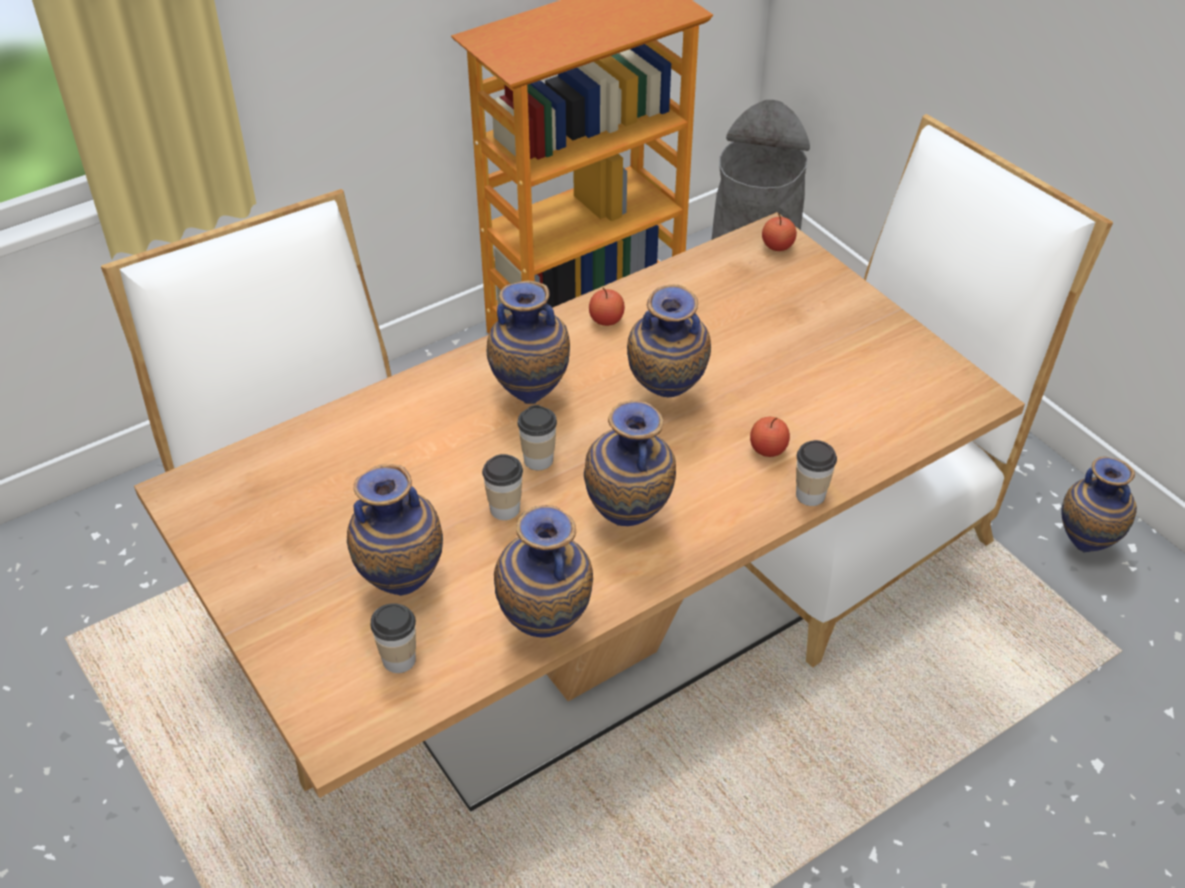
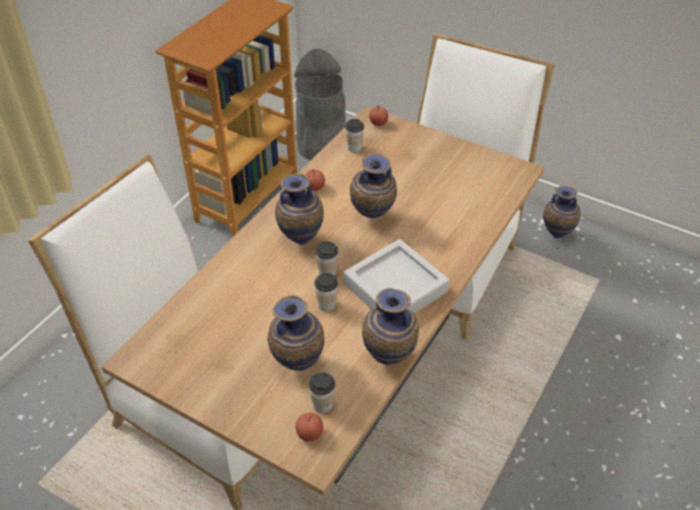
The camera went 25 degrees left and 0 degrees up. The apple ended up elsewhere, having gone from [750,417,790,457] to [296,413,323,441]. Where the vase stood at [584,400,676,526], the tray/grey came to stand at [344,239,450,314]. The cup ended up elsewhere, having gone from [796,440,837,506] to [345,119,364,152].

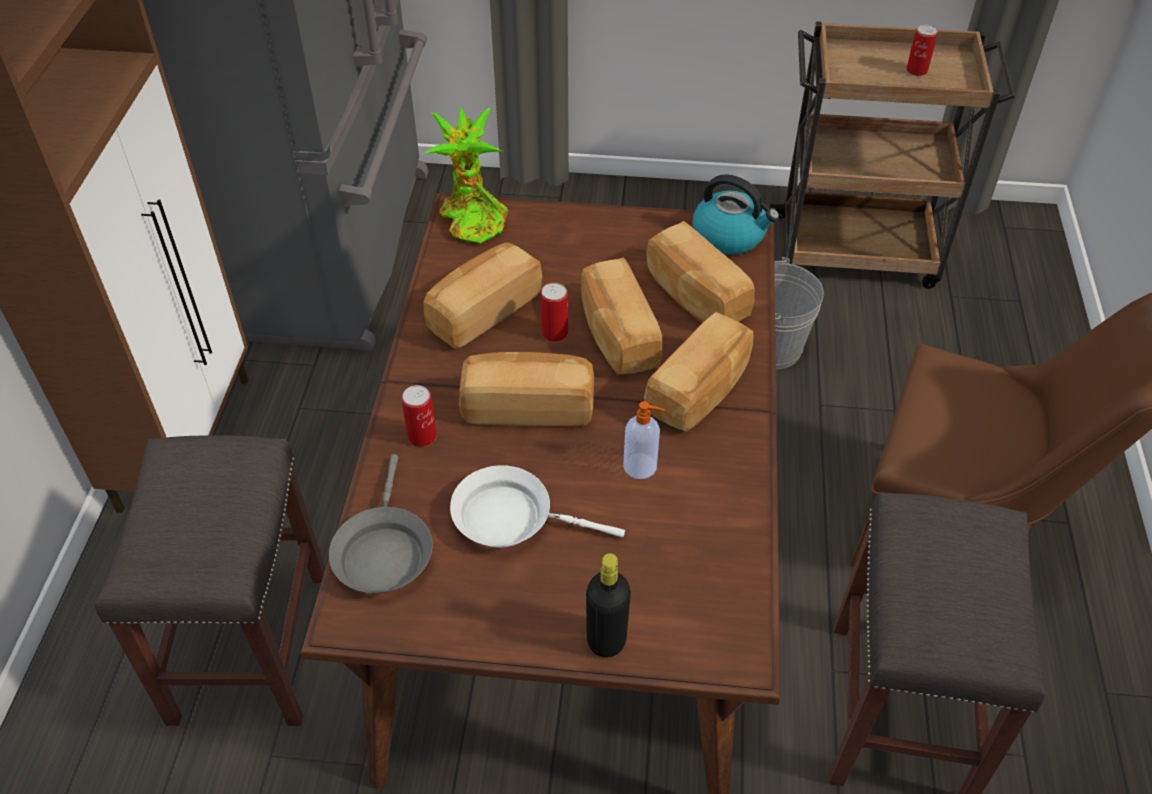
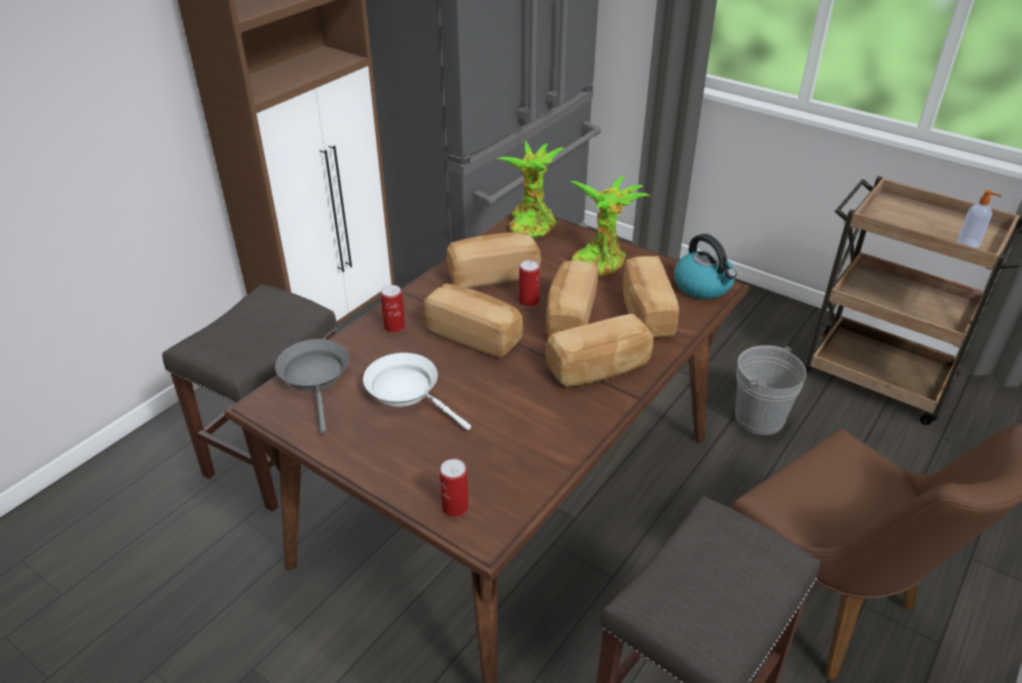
The camera went 30 degrees right and 10 degrees down. The frying pan/grey at [329,454,433,593] ended up facing another way, 135 degrees clockwise from before. The can ended up elsewhere, having gone from [907,25,938,76] to [440,459,469,517]. The second view gained the potted plant at [571,176,650,275]. The soap dispenser ended up elsewhere, having gone from [623,401,665,479] to [957,190,1002,248]. The second view lost the bottle/black at [586,553,631,658].

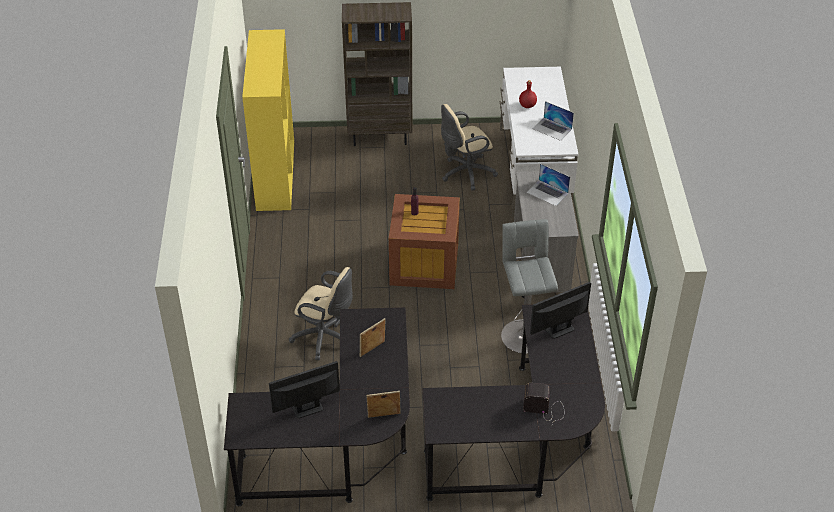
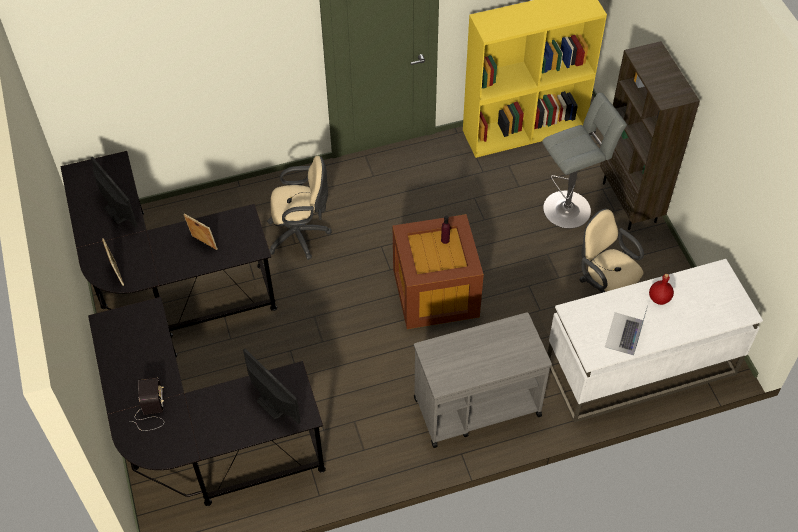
The camera went 75 degrees right and 10 degrees up. The office chair/beige at [289,267,353,360] ended up facing another way, 105 degrees counterclockwise from before. The stool/grey ended up elsewhere, having gone from [501,219,558,354] to [542,93,627,229]. The second view lost the laptop at [526,164,570,206].

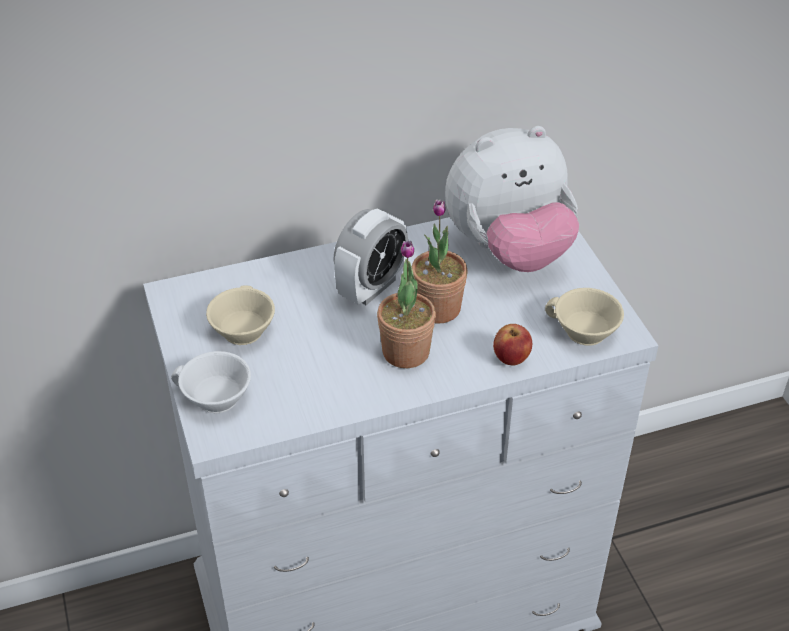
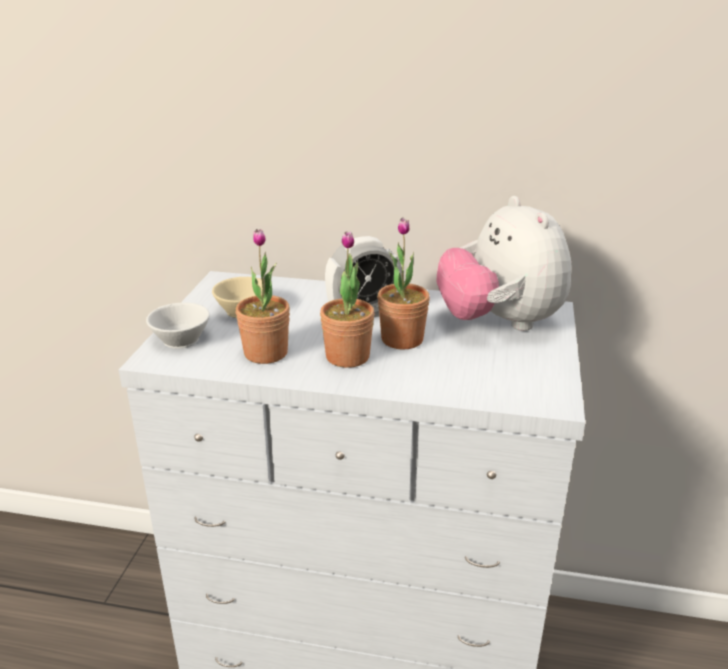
The camera went 30 degrees right and 15 degrees down. The second view gained the potted plant at [236,229,290,364]. The plush toy at [445,126,579,272] ended up facing another way, 60 degrees clockwise from before. The second view lost the apple at [493,324,532,365]. The second view lost the cup/beige at [545,288,624,346].

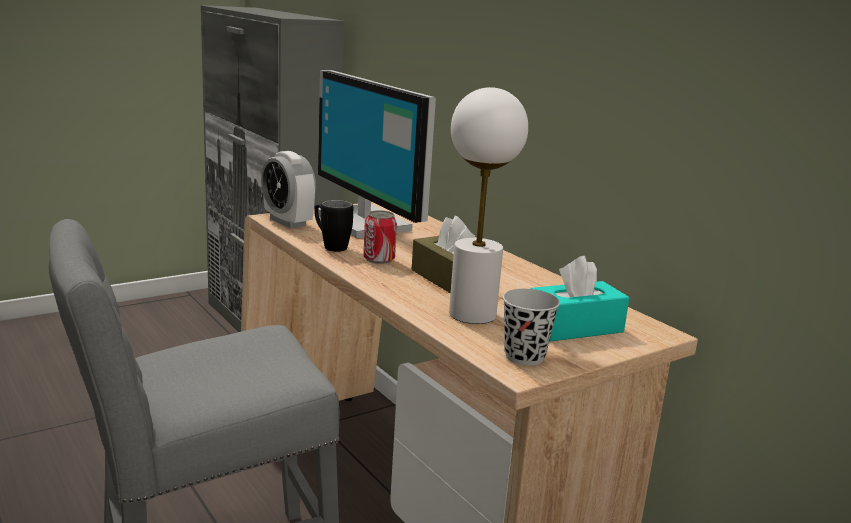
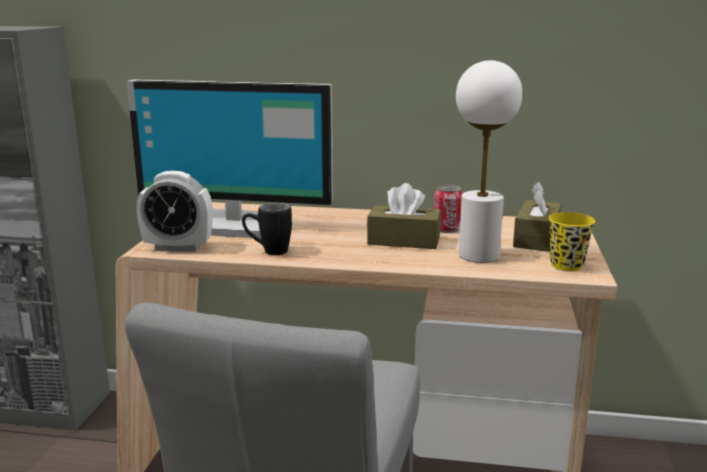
The camera went 45 degrees left and 0 degrees up. The can ended up elsewhere, having gone from [363,210,397,264] to [434,185,462,233]. What was the tissue box/turquoise at [530,256,629,341] turned into the tissue box/brown at [513,182,562,252]. What was the cup/black at [503,289,560,365] turned into the cup/yellow at [549,212,595,271].

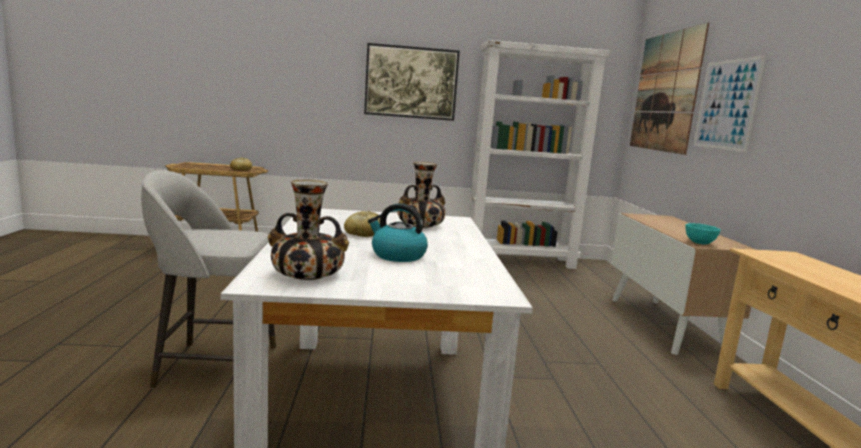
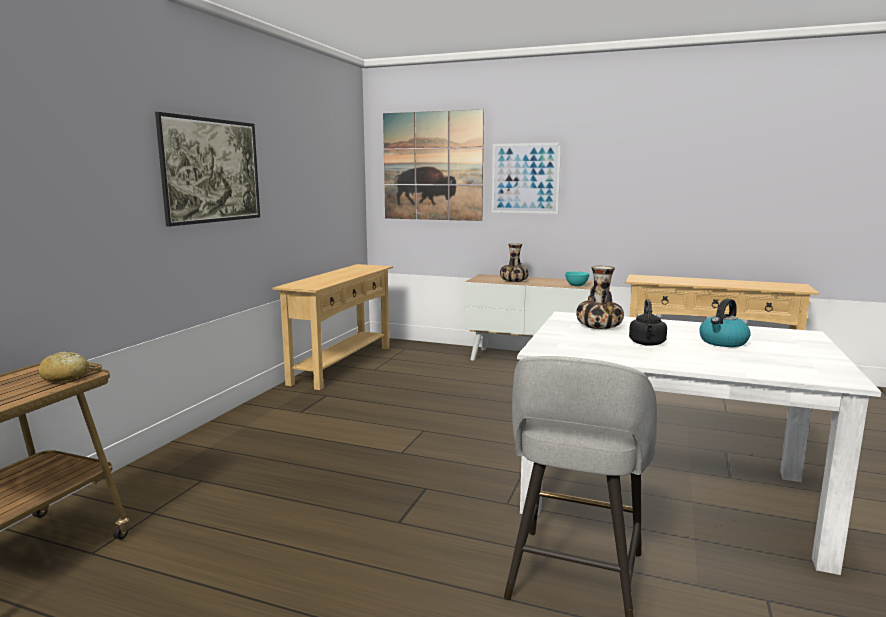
The camera went 65 degrees left and 0 degrees up. Where the bookcase/white stood at [469,40,611,269], the console table/beige came to stand at [272,264,393,390]. The vase ended up elsewhere, having gone from [268,179,349,280] to [500,243,529,282]. Where the bread stood at [344,211,380,237], the kettle/black came to stand at [629,299,667,346].

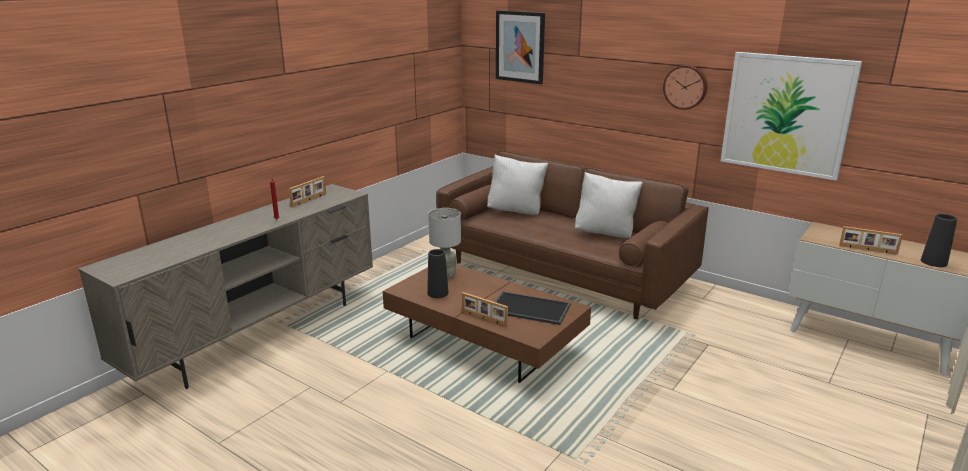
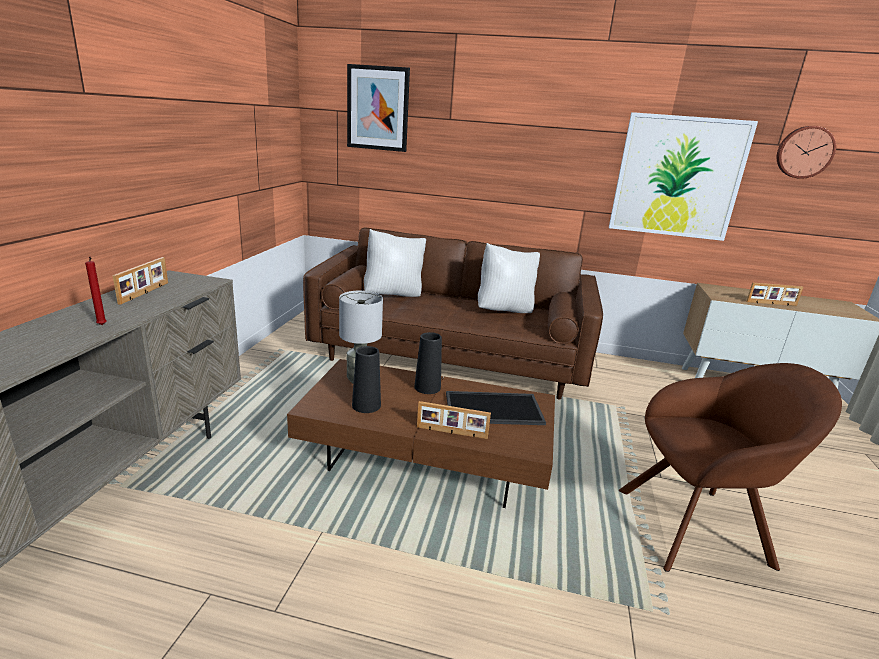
The camera went 25 degrees left and 0 degrees up. The vase/black ended up elsewhere, having gone from [921,214,957,267] to [414,332,442,394]. The second view gained the armchair/brown at [619,363,842,572]. The wall clock ended up elsewhere, having gone from [663,65,707,110] to [777,126,836,179].

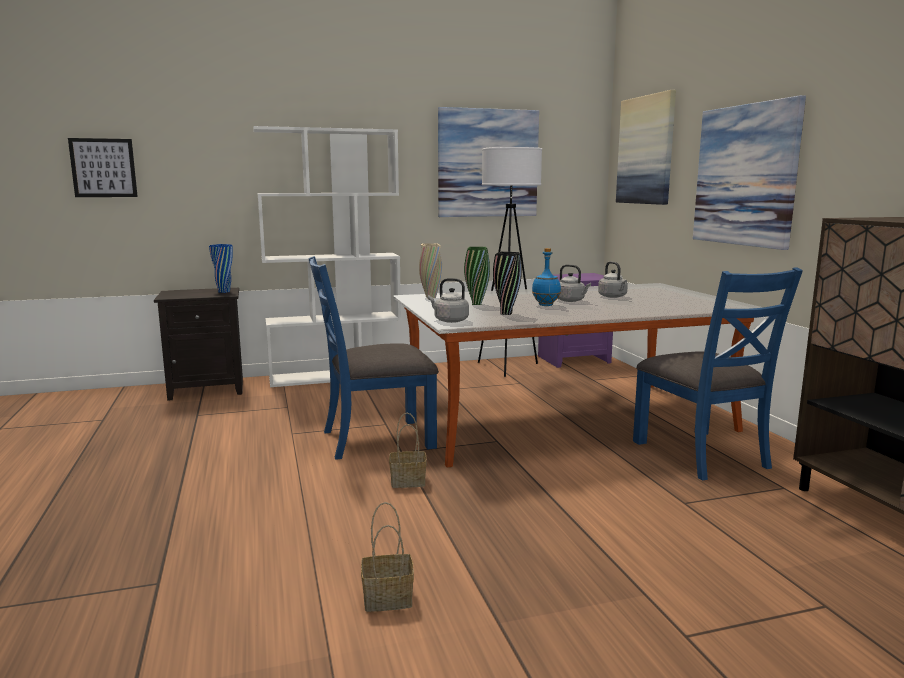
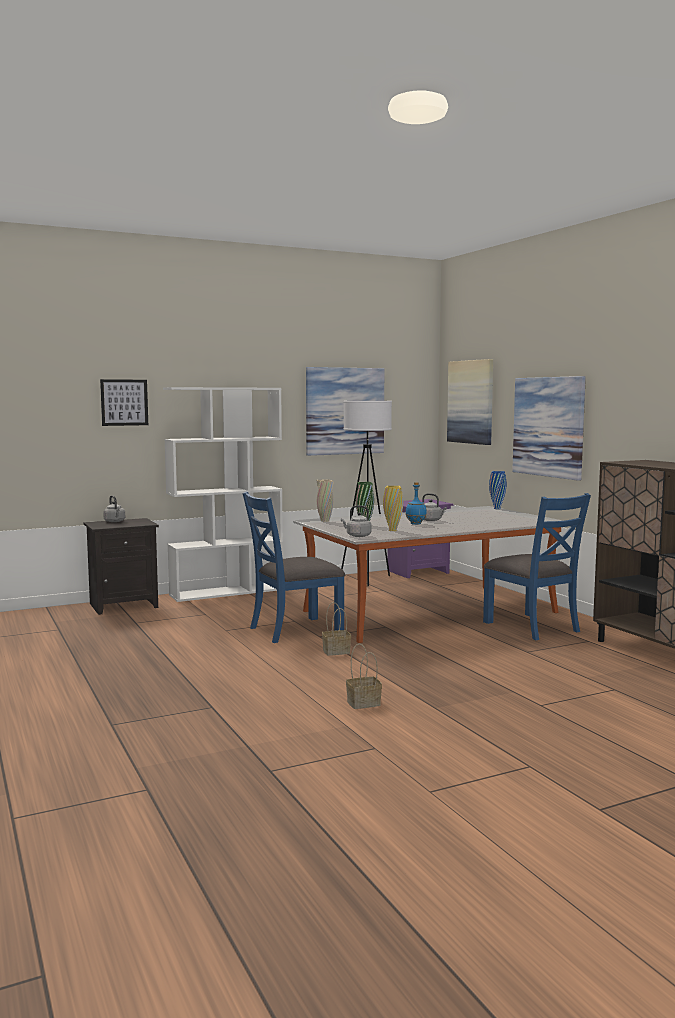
The camera went 10 degrees left and 5 degrees down. The picture ended up elsewhere, having gone from [68,138,138,197] to [100,379,148,426]. The kettle/grey ended up elsewhere, having gone from [598,261,628,298] to [103,495,125,522]. What was the vase/black at [493,252,522,315] turned into the vase/yellow at [383,486,403,531]. The vase/blue ended up elsewhere, having gone from [209,244,233,293] to [489,471,506,509].

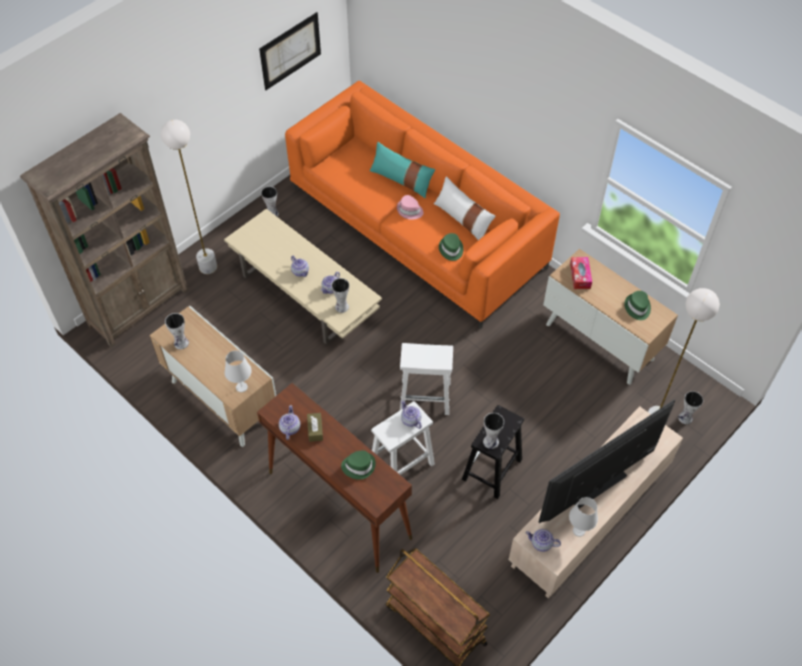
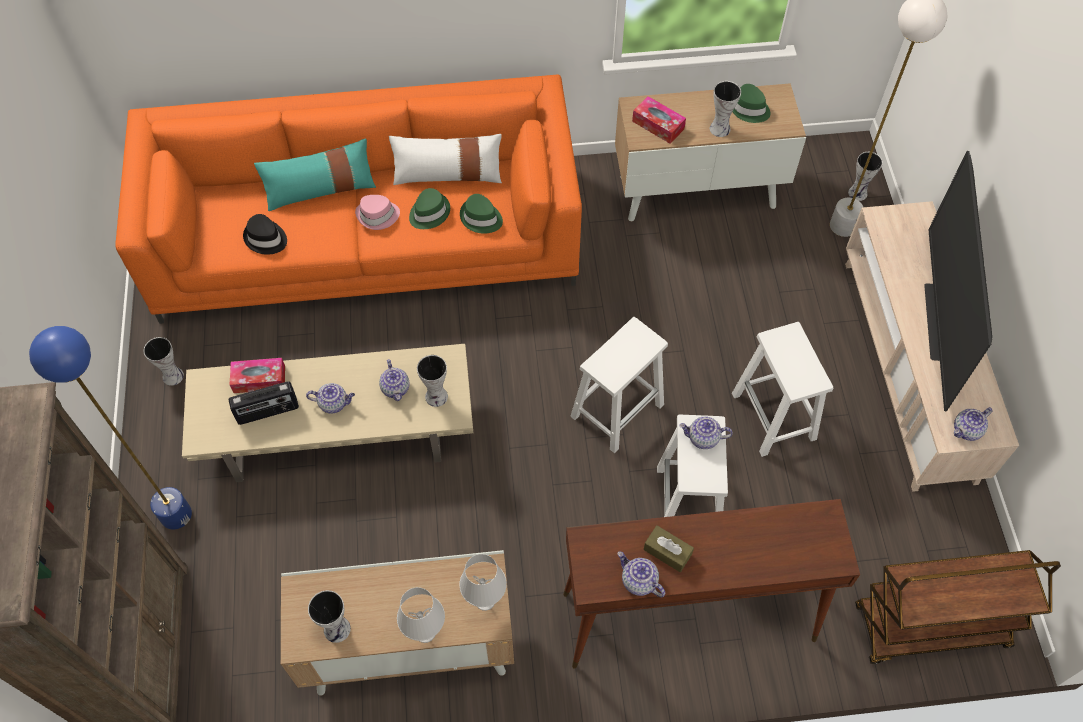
The camera went 50 degrees left and 5 degrees up. What was the floor lamp/white at [161,120,217,274] turned into the floor lamp/blue at [29,326,192,529]. The second view gained the radio at [229,382,299,425]. The second view gained the tissue box at [230,358,285,393]. The second view gained the hat/black at [243,214,287,255]. The table lamp/white ended up elsewhere, having gone from [569,497,598,537] to [397,587,445,643]. The hat/green ended up elsewhere, having gone from [341,450,376,480] to [409,188,450,229]. The vase ended up elsewhere, having gone from [483,413,504,449] to [710,81,741,137]. What was the stool/black at [462,405,524,499] turned into the stool/white at [732,322,833,457]. The second view lost the picture at [259,12,321,90].

